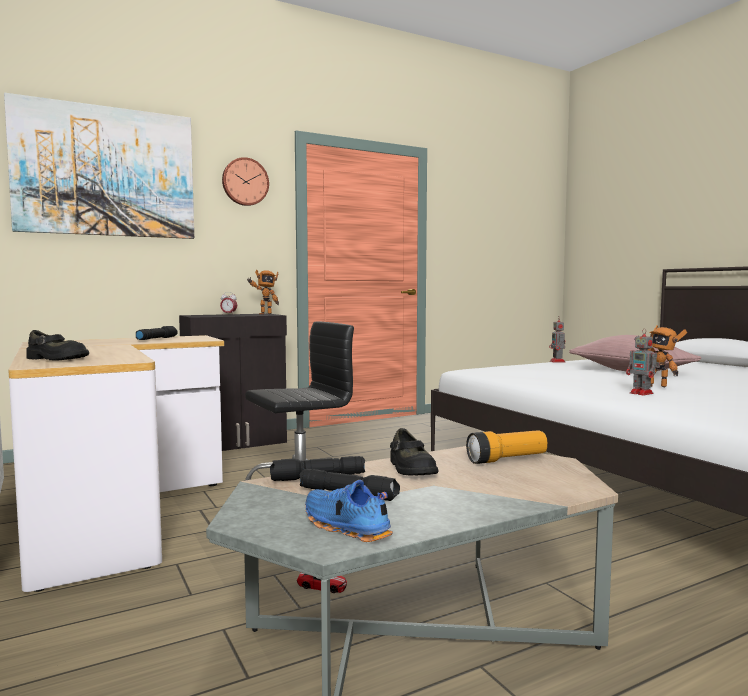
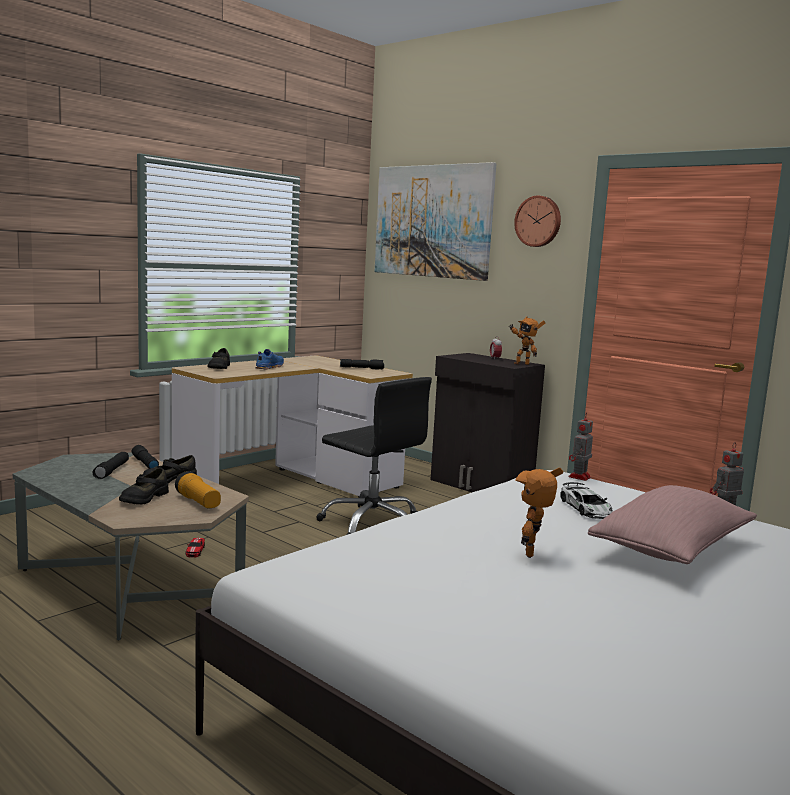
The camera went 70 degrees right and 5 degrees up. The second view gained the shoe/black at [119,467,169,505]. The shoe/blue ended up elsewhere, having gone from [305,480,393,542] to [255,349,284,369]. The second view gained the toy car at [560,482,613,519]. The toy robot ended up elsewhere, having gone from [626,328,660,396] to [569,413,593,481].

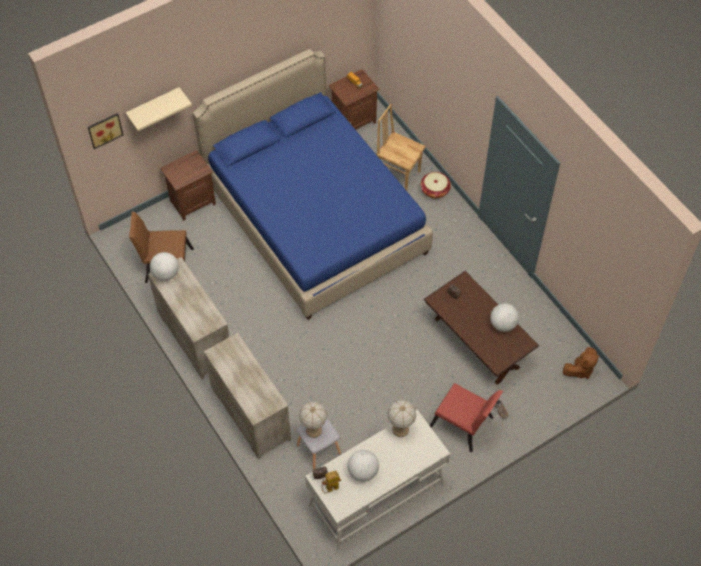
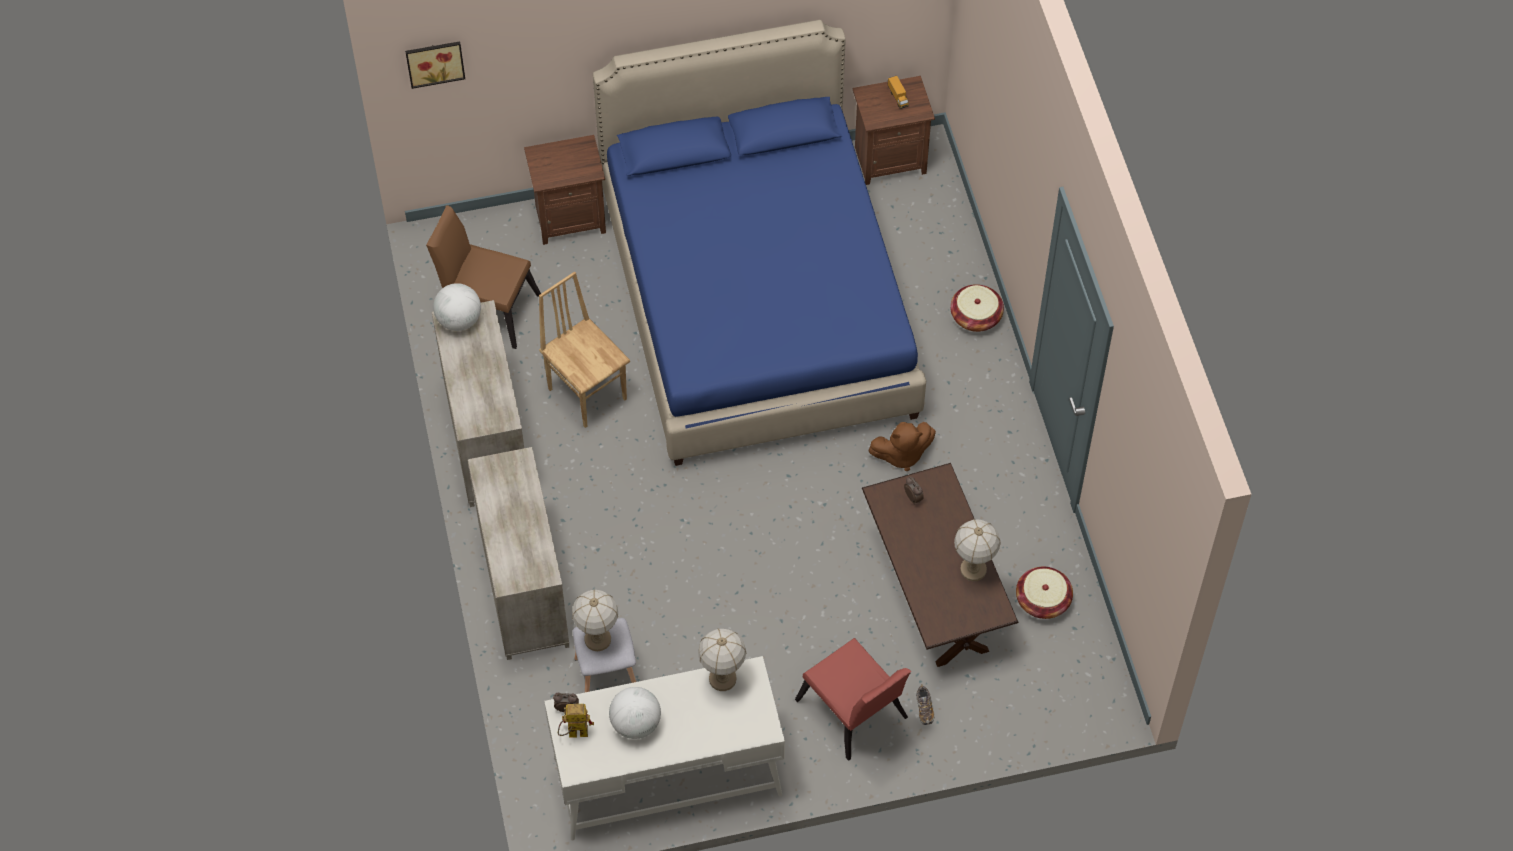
The camera went 20 degrees right and 0 degrees up. The chair/brown ended up elsewhere, having gone from [376,104,426,191] to [539,272,630,428]. The plush toy/brown ended up elsewhere, having gone from [563,347,600,379] to [868,422,936,471]. Where the globe stood at [490,303,519,332], the table lamp came to stand at [954,519,1001,581]. The second view gained the basket at [1016,567,1073,619]. The second view lost the shelf/beige at [125,87,192,131].

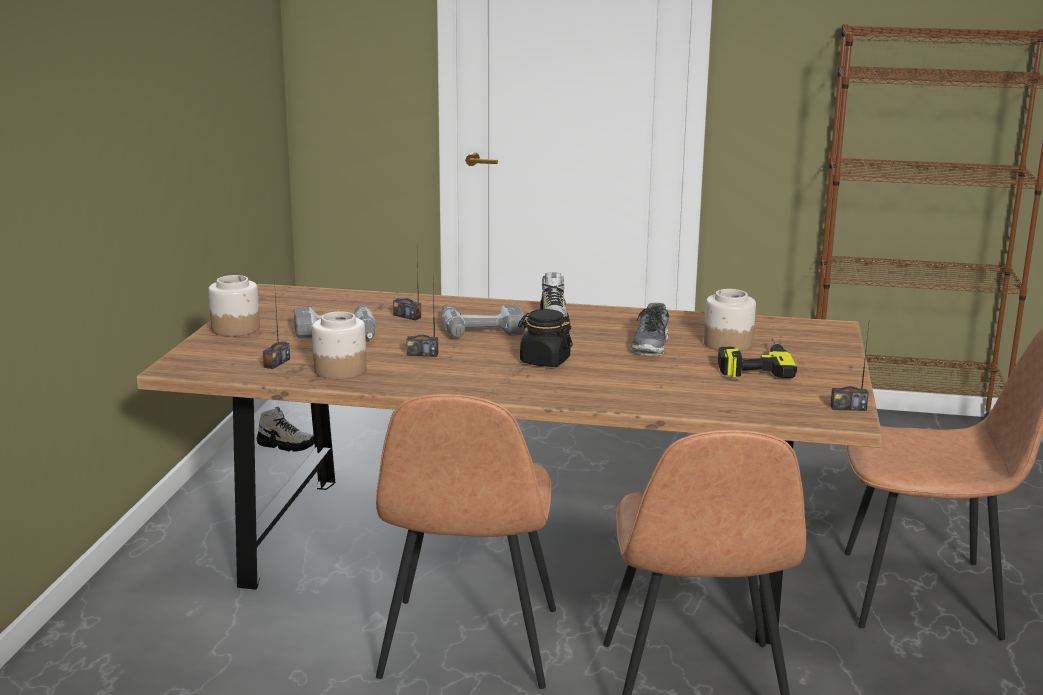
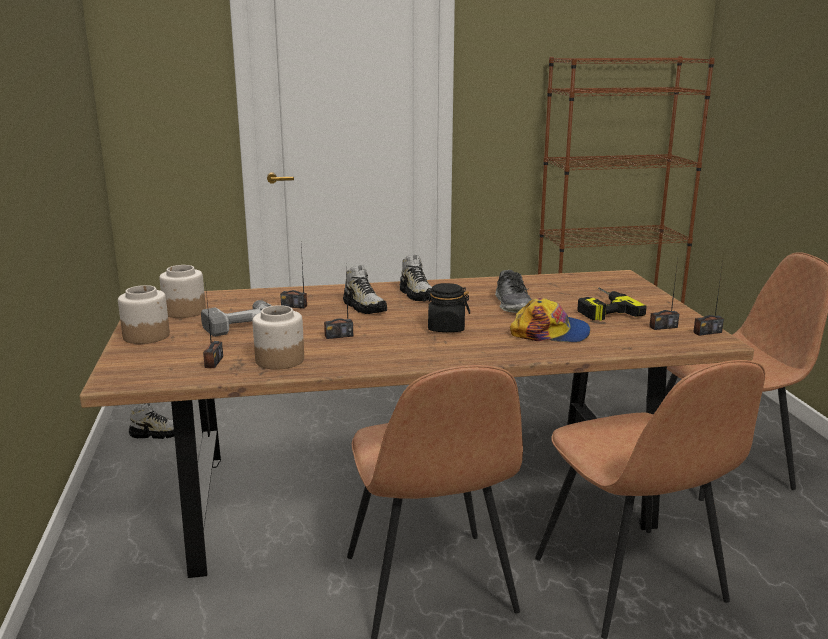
The camera went 20 degrees left and 0 degrees up. The jar ended up elsewhere, having gone from [704,289,756,352] to [159,265,206,318]. Where the power drill stood at [442,304,525,338], the shoe came to stand at [343,265,387,314]. The second view gained the cap at [510,298,590,342]. The second view gained the radio at [649,259,679,330].

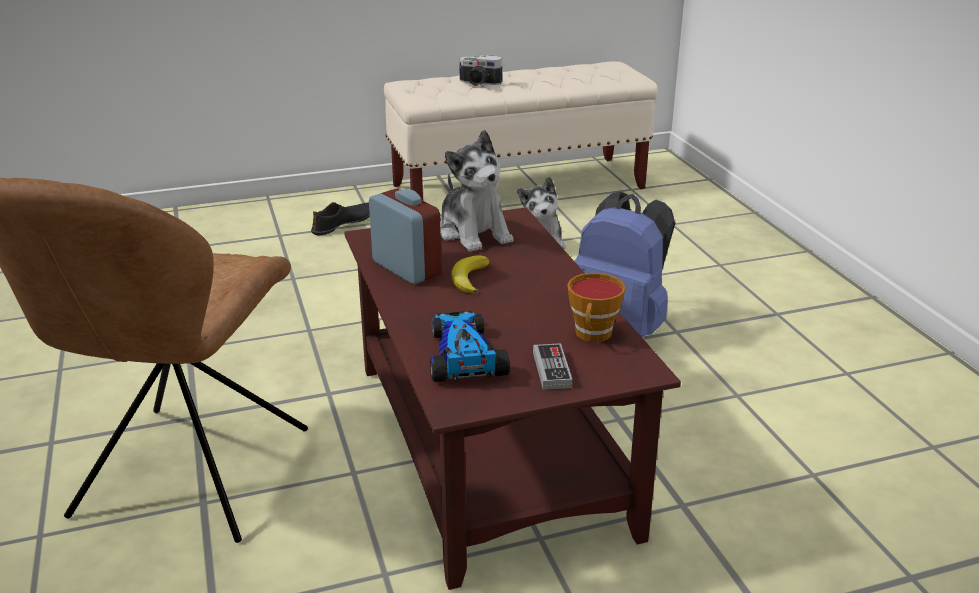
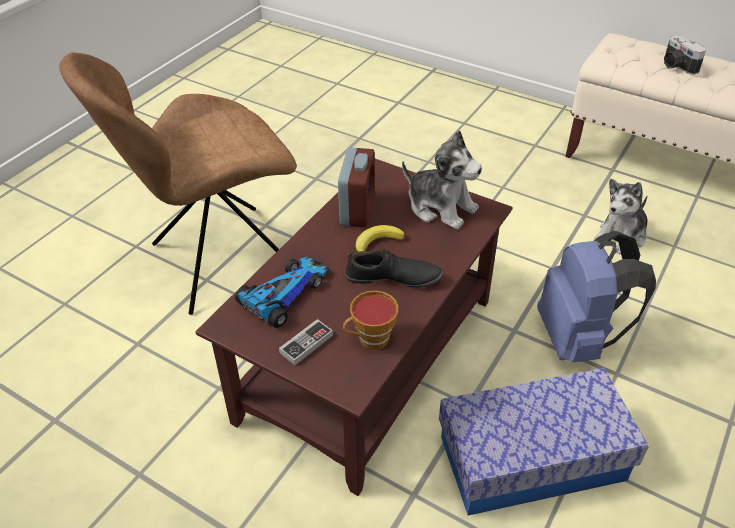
The camera went 50 degrees right and 15 degrees up. The shoe/black ended up elsewhere, having gone from [311,202,370,235] to [345,249,443,288]. The plush toy at [440,130,514,252] ended up facing another way, 75 degrees counterclockwise from before. The second view gained the storage box at [439,368,649,516].

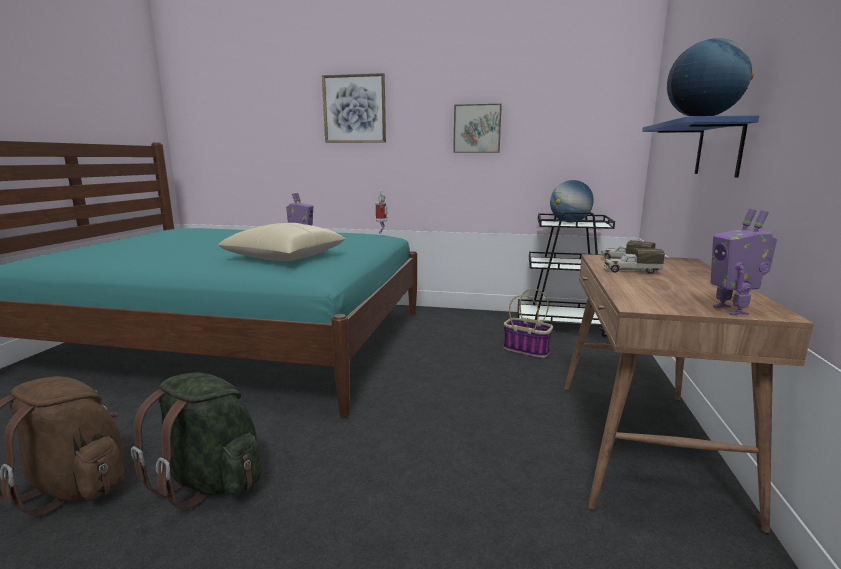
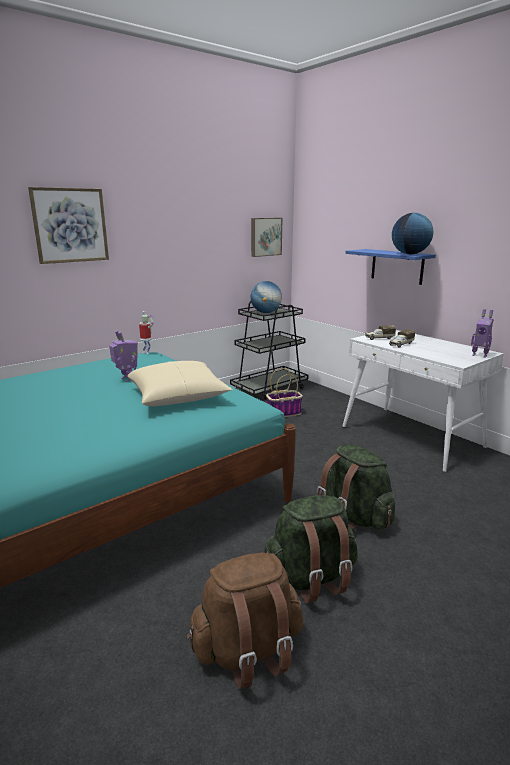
The camera went 50 degrees left and 5 degrees up. The picture ended up elsewhere, having gone from [453,104,502,153] to [251,218,282,257]. The second view gained the backpack/green at [317,445,395,530]. What was the desk/brown at [564,254,814,533] turned into the desk/white at [342,330,504,472].

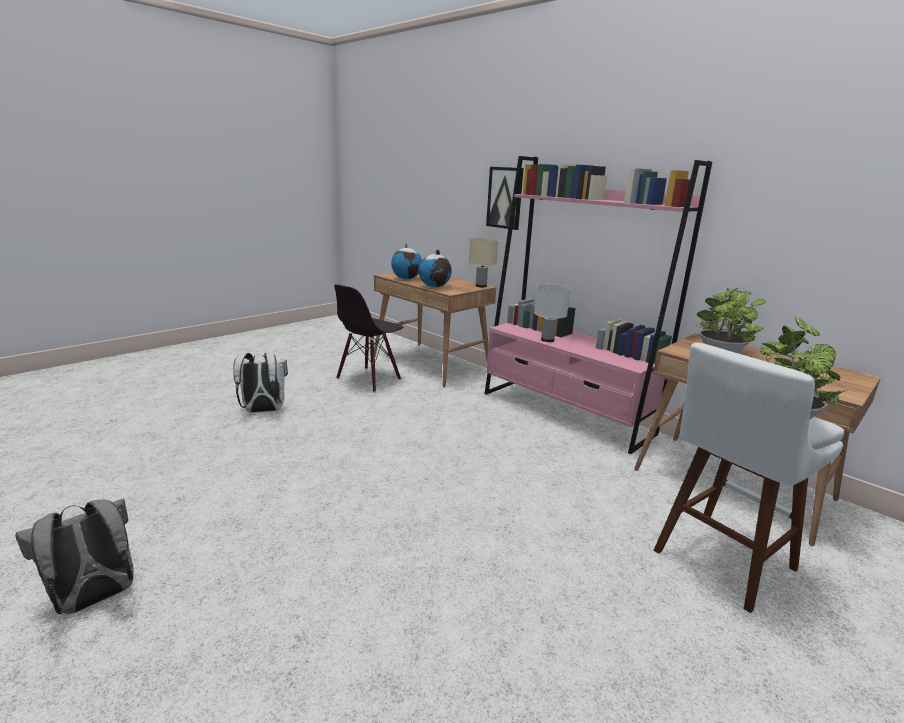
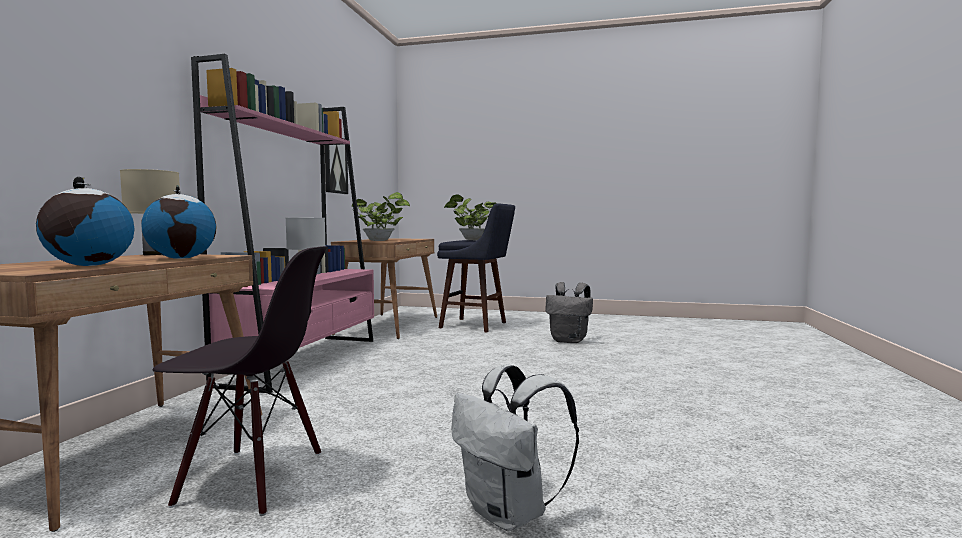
The camera went 120 degrees left and 15 degrees down. The picture ended up elsewhere, having gone from [486,167,524,230] to [325,138,348,194]. What was the stool/white at [654,342,844,613] turned into the stool/blue at [437,203,515,333]. The backpack/grey ended up elsewhere, having gone from [15,498,134,614] to [546,282,593,343].

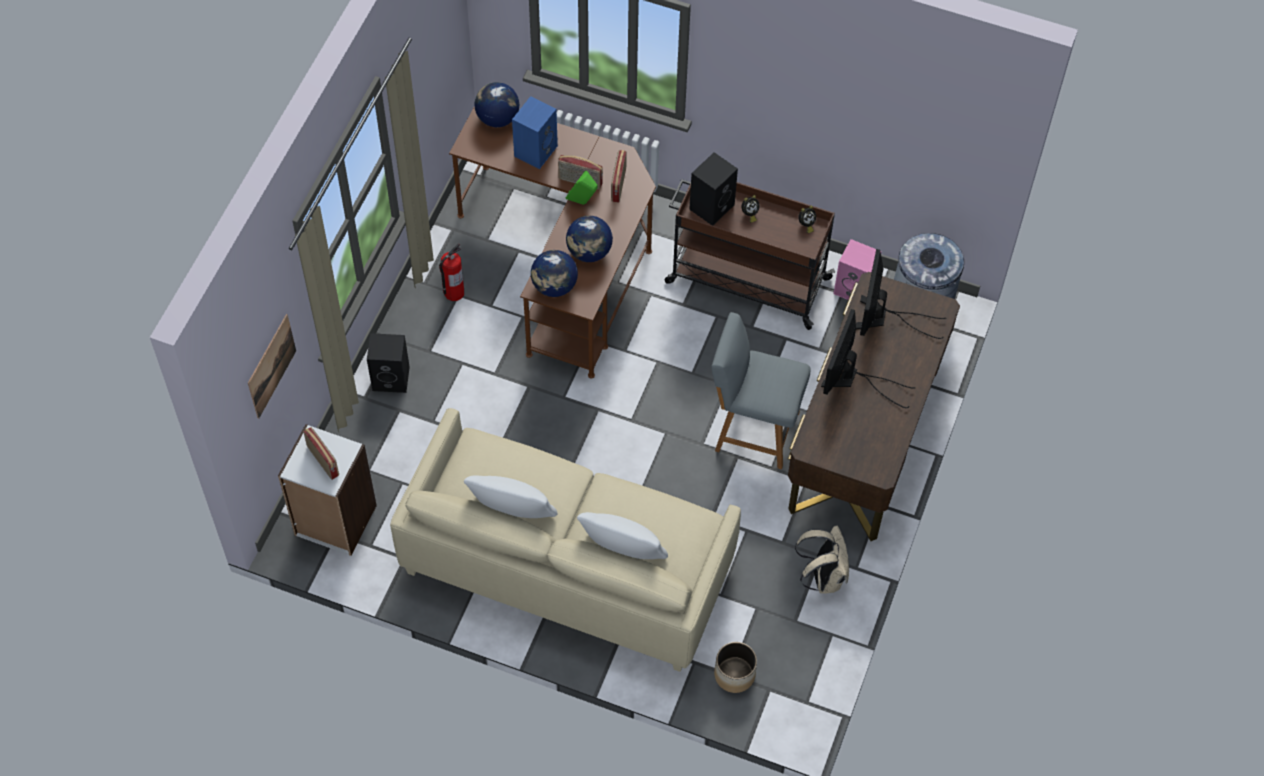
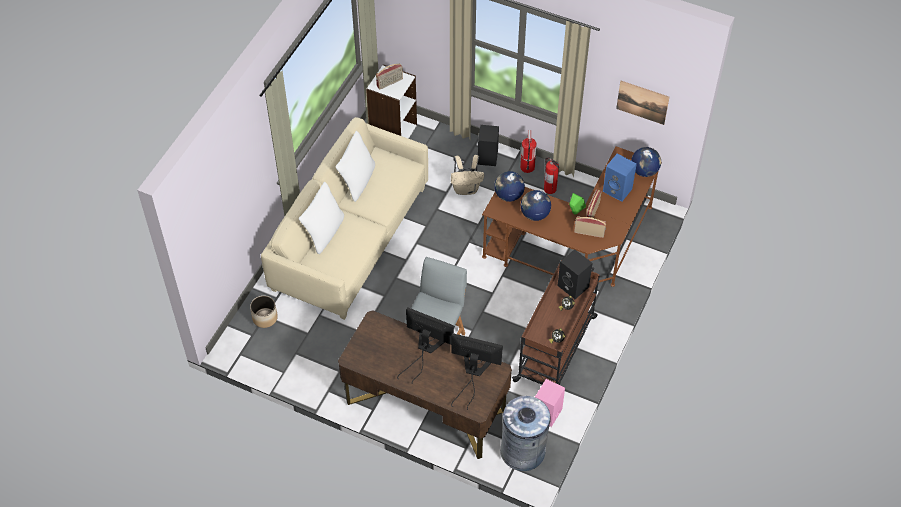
The camera went 95 degrees right and 5 degrees down. The backpack/beige ended up elsewhere, having gone from [795,526,849,593] to [451,155,484,195]. The second view gained the fire extinguisher at [520,130,537,173]. The picture ended up elsewhere, having gone from [248,314,296,419] to [616,81,669,125].

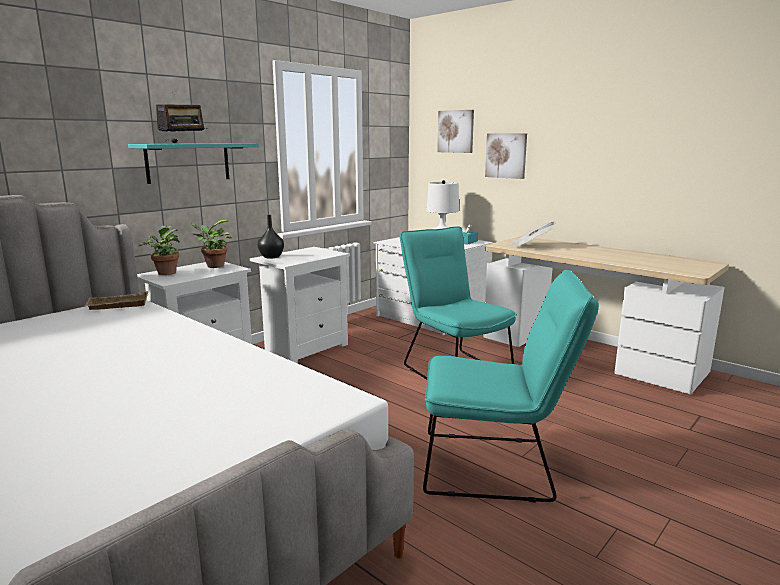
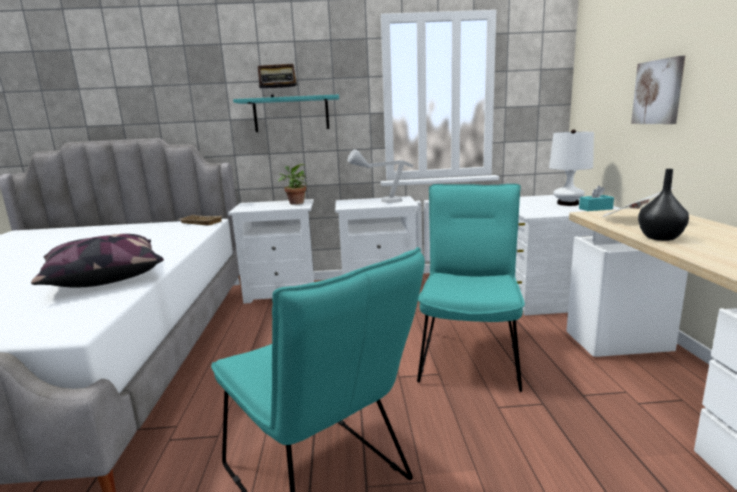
The camera went 45 degrees right and 0 degrees up. The second view gained the pillow at [31,234,164,288]. The second view gained the table lamp/grey at [348,149,413,203]. The vase/black ended up elsewhere, having gone from [258,215,284,259] to [638,169,689,241]. The second view lost the potted plant at [138,226,180,275]. The second view lost the picture at [437,110,474,153].

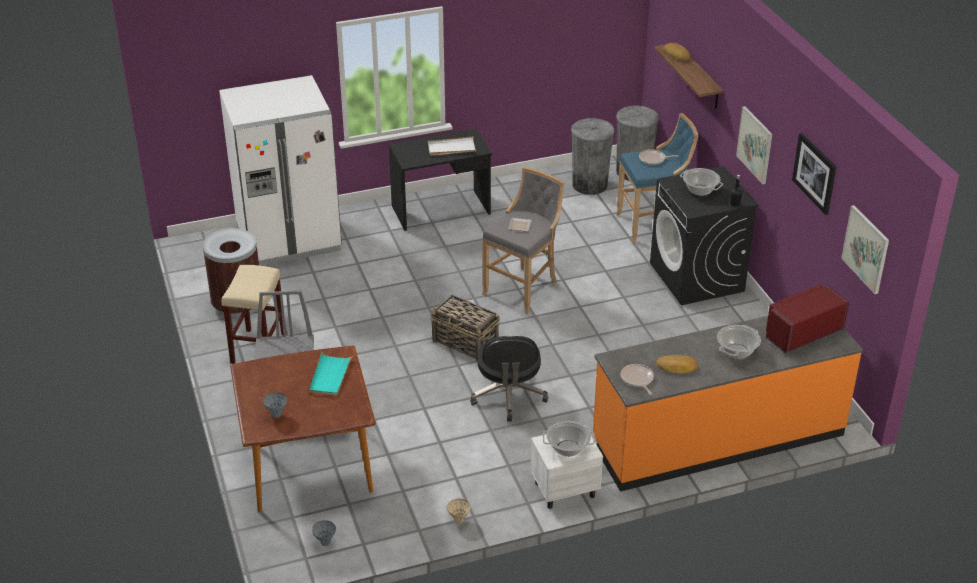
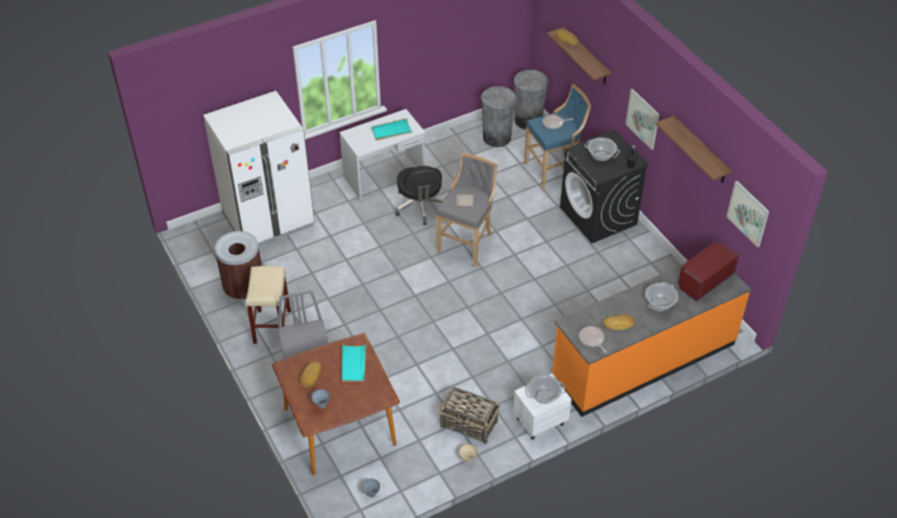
The camera went 10 degrees left and 10 degrees up. The second view gained the bread at [300,361,321,388]. What was the desk/black at [388,129,492,231] turned into the desk/white at [339,109,425,200]. What was the tray/white at [428,137,476,156] turned into the tray/turquoise at [371,118,413,140]. The office chair/black ended up elsewhere, having gone from [470,336,548,422] to [395,166,443,225]. The basket ended up elsewhere, having gone from [430,295,500,362] to [439,387,500,444]. Where the picture hung at [792,133,836,215], the shelf came to hang at [656,116,732,183].

